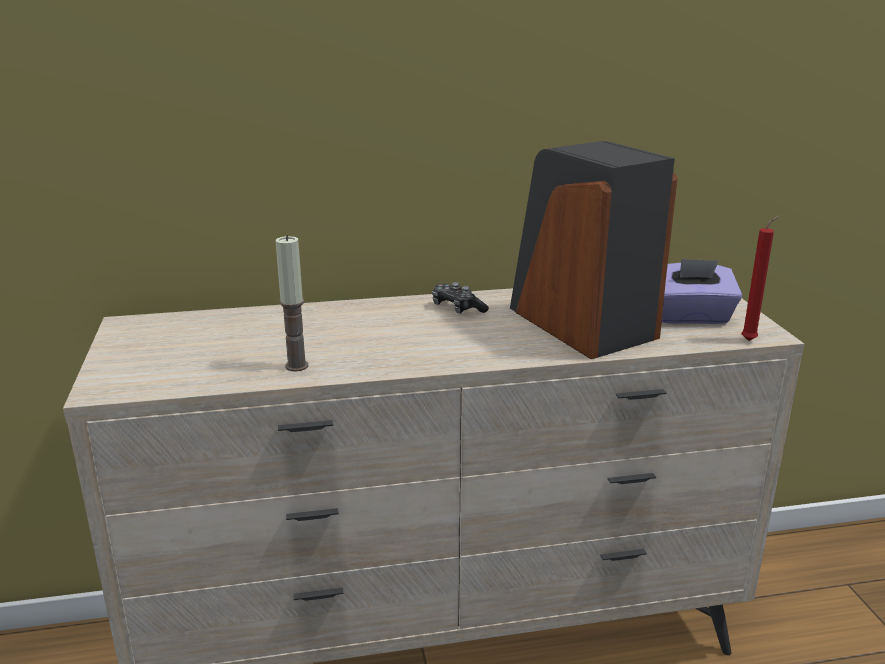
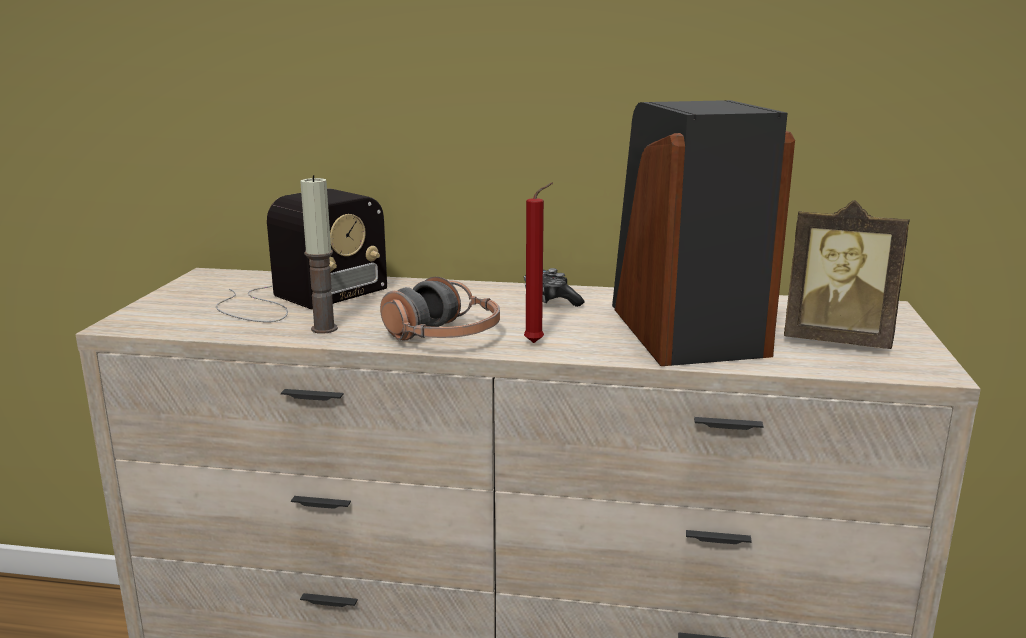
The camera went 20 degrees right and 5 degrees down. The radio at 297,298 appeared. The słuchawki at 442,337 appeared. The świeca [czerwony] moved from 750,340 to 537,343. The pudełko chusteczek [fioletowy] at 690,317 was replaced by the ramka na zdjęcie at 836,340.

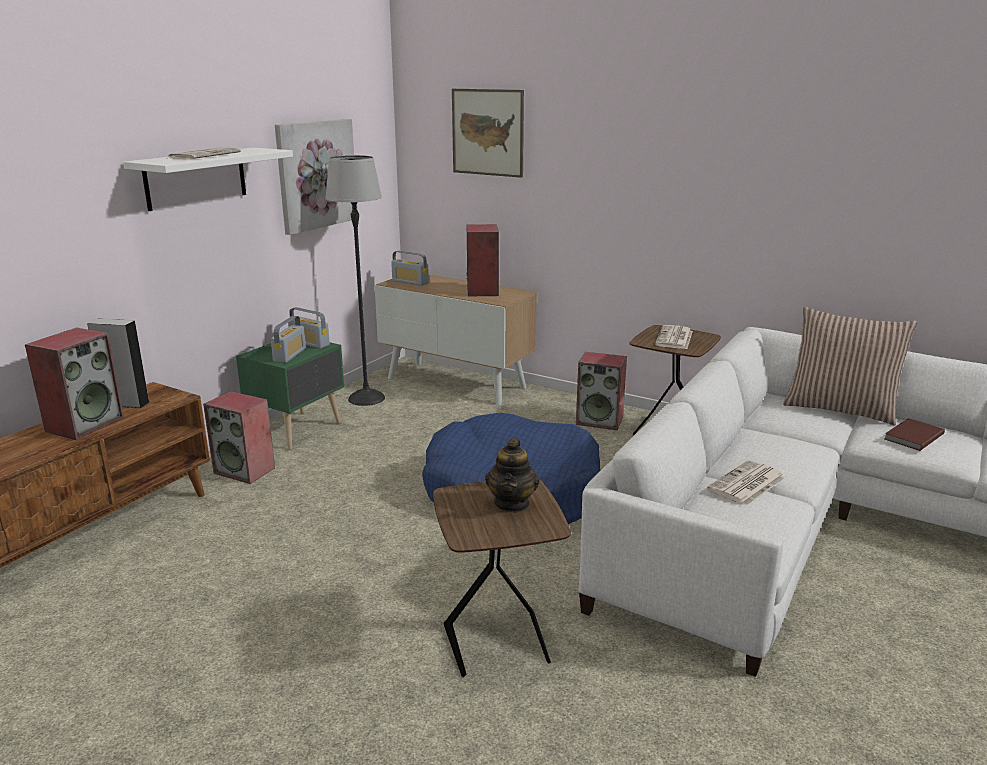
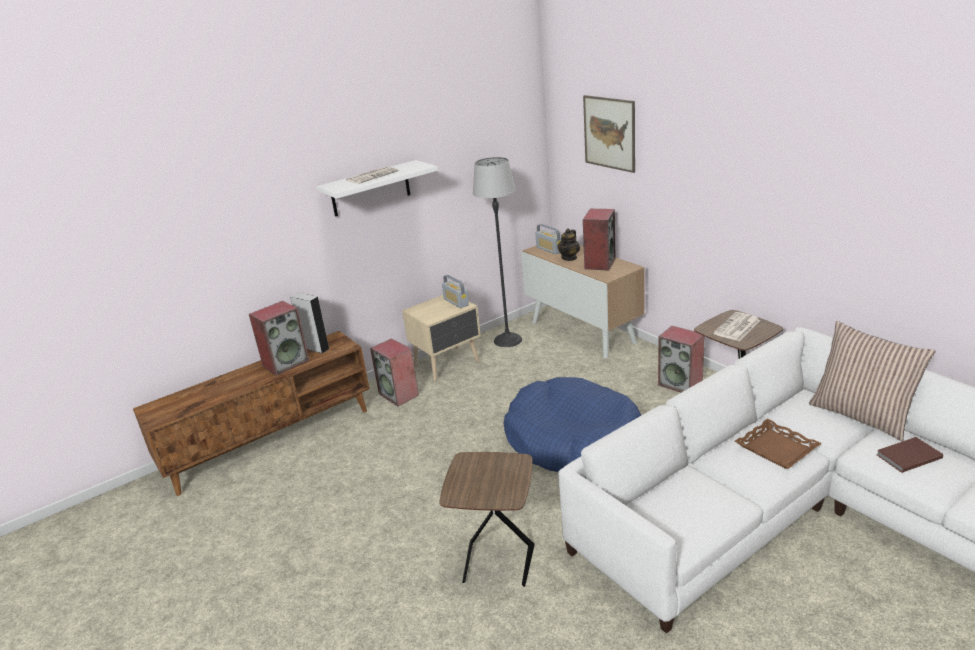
The camera went 25 degrees right and 5 degrees up. The radio at 290,355 disappeared. The obraz at 316,175 disappeared. The gazeta at 746,484 disappeared. The taca [brązowy] at 777,448 appeared. The imbryk moved from 512,503 to 569,258. The szafka nocna [zielony] at 298,430 became the szafka nocna [beżowy] at 448,364.

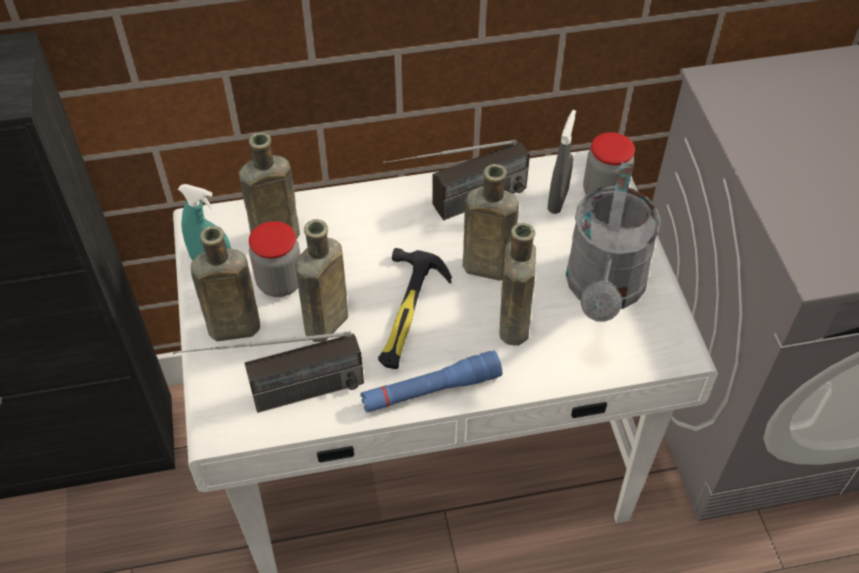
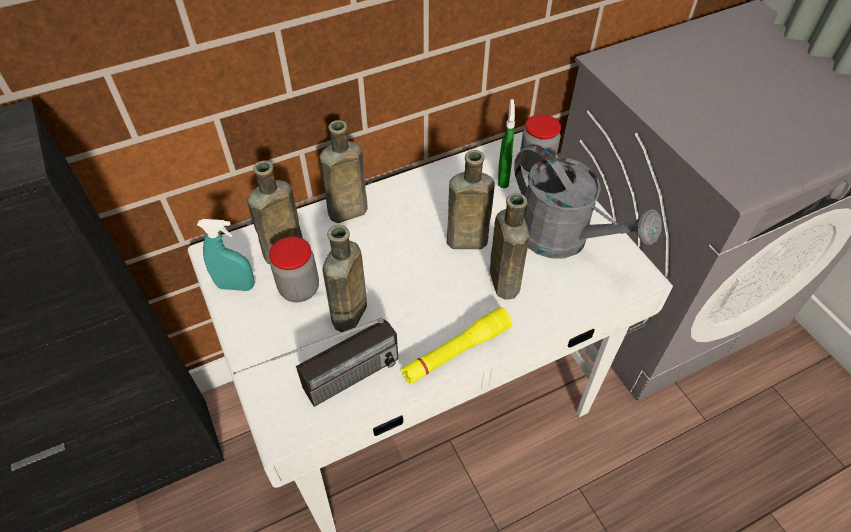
The camera went 15 degrees left and 0 degrees up. The młotek at 408,312 disappeared. The radio at 458,207 disappeared. The butelka [brązowy] moved from 230,328 to 345,213. The latarka [niebieski] at 431,390 became the latarka [żółty] at 456,351. The spryskiwacz [szary] at 557,200 became the spryskiwacz [zielony] at 503,177. The konewka [szary] at 604,290 turned 45 degrees counterclockwise.

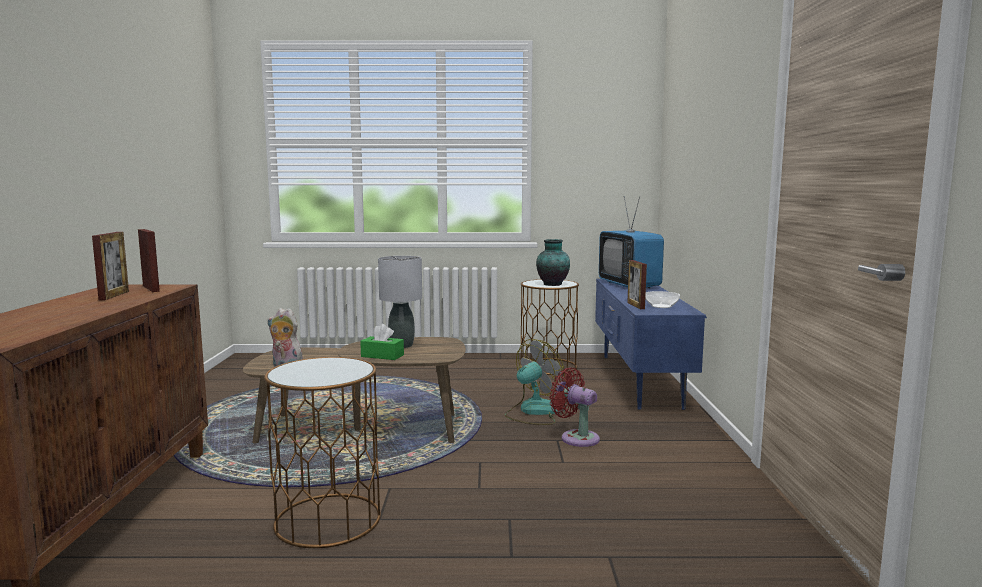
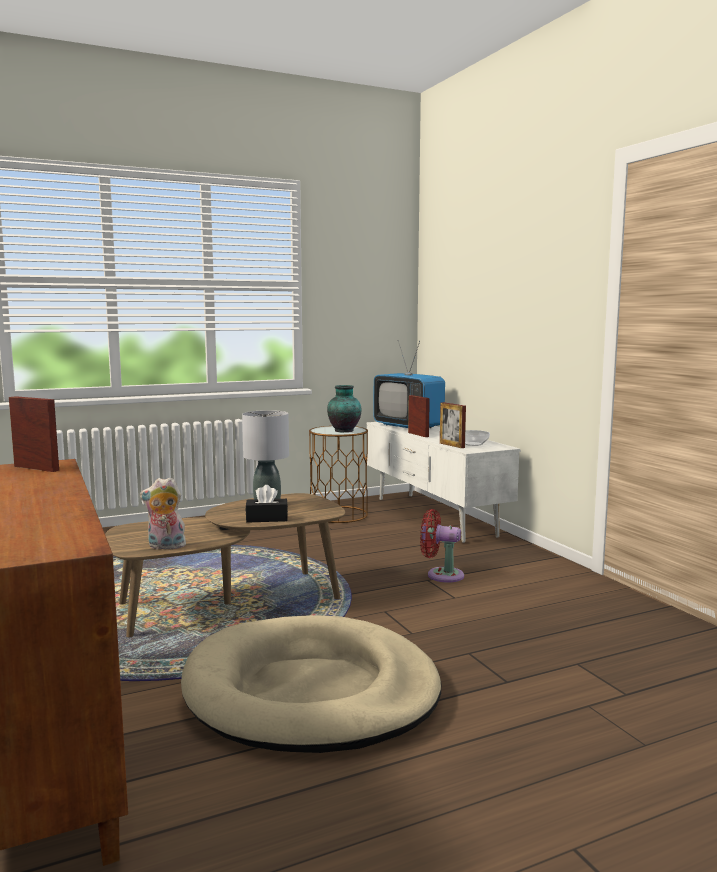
The camera went 25 degrees left and 0 degrees up. The wentylator at 534,412 disappeared. The ramka na zdjęcie moved from 114,295 to 418,434. The stolik [brązowy] at 328,520 was replaced by the legowisko [beżowy] at 311,691. The pudełko chusteczek [zielony] at 382,356 became the pudełko chusteczek [czarny] at 267,519. The szafka pod telewizor [niebieski] at 638,380 became the szafka pod telewizor [biały] at 433,517.

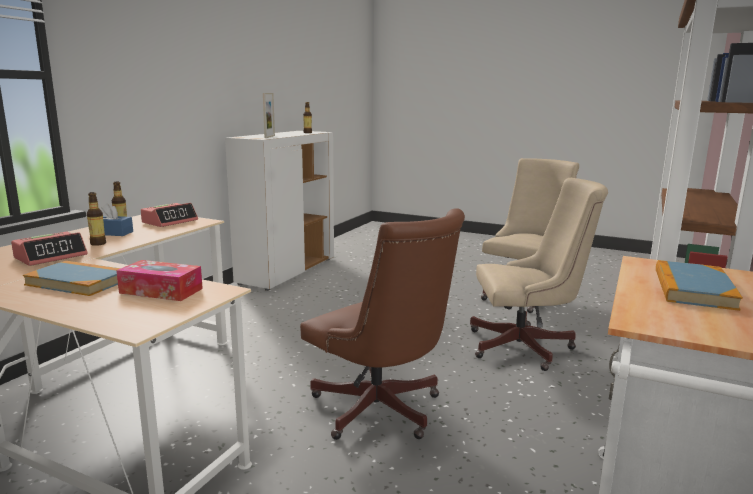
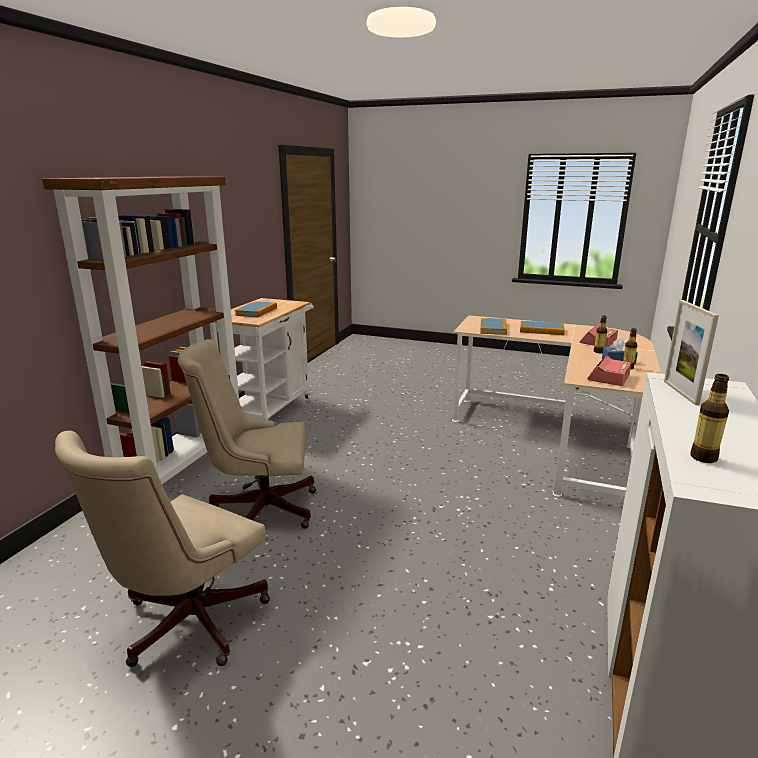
The camera went 175 degrees right and 5 degrees up. The krzesło biurowe [brązowy] at 381,412 disappeared. The pudełko chusteczek at 161,291 was replaced by the książka at 493,328.

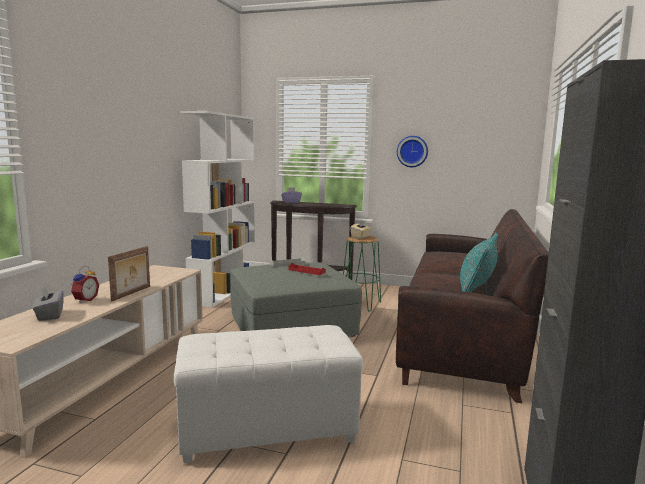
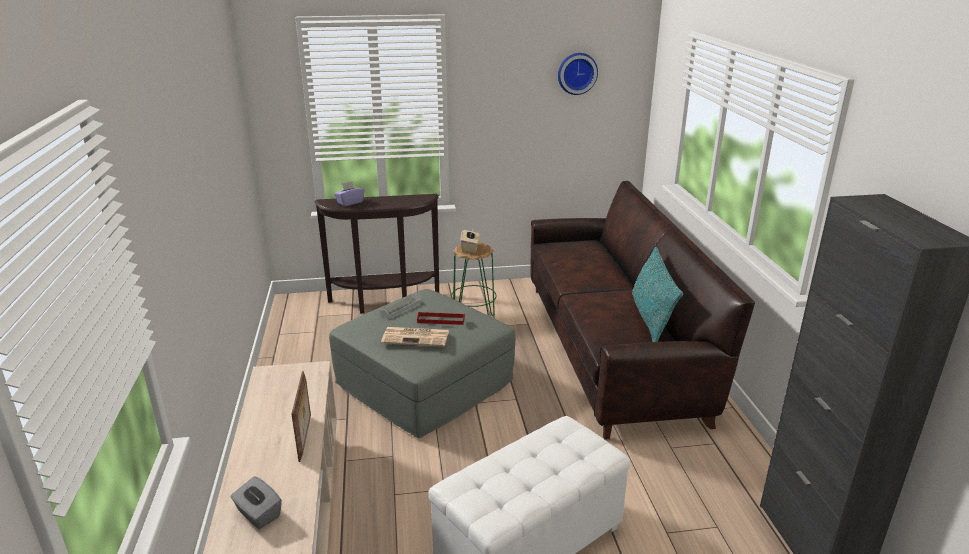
The camera went 25 degrees left and 15 degrees up. The budzik at 84,300 disappeared. The regał [biały] at 223,291 disappeared. The gazeta at 416,337 appeared. The zegar ścienny moved from 412,151 to 576,73.

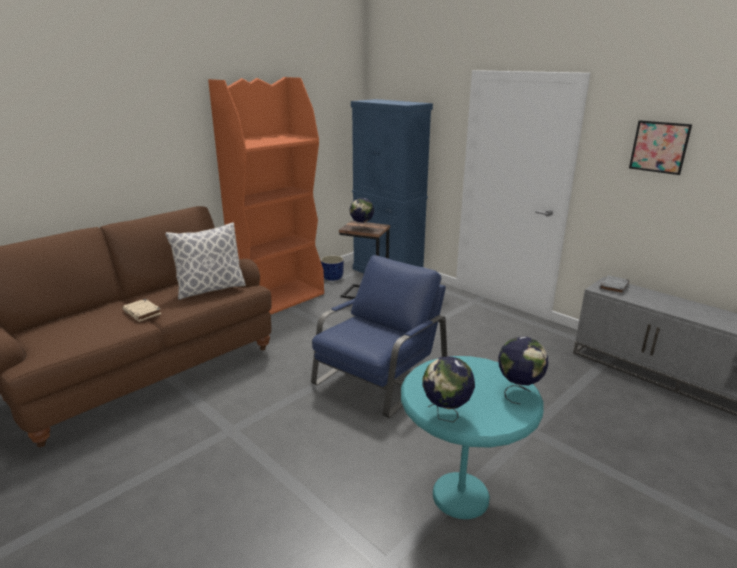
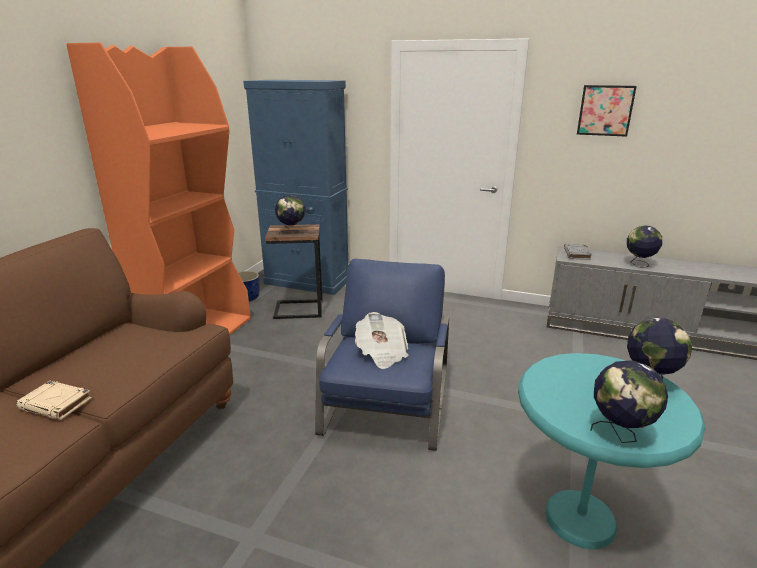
The camera went 25 degrees left and 0 degrees up. The poduszka at 210,289 disappeared. The gazeta at 381,353 appeared. The globus at 639,264 appeared.

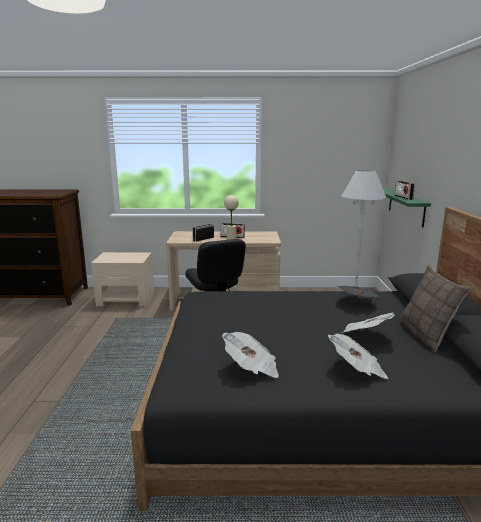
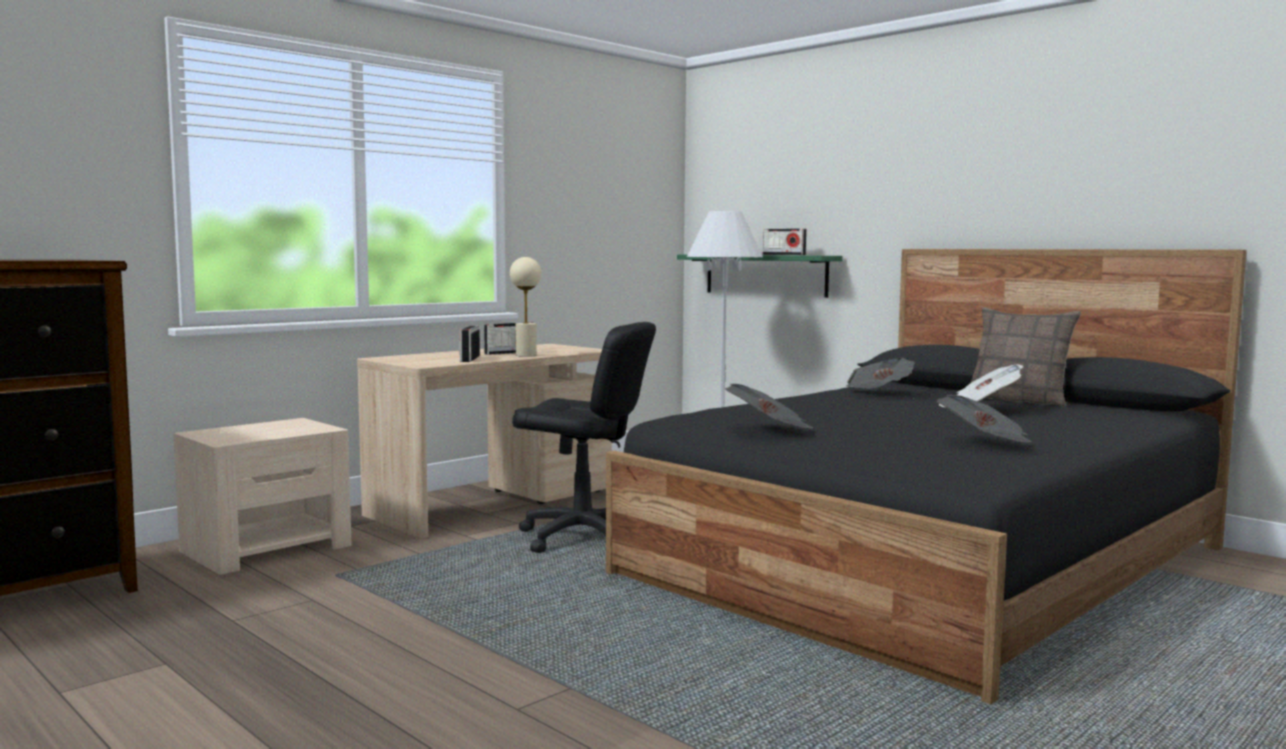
The camera went 45 degrees left and 10 degrees down. The gazeta moved from 357,369 to 770,430.

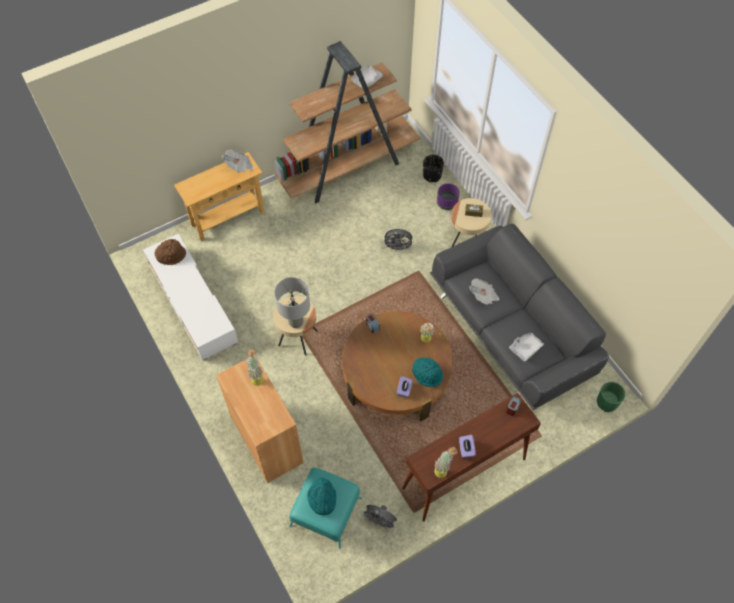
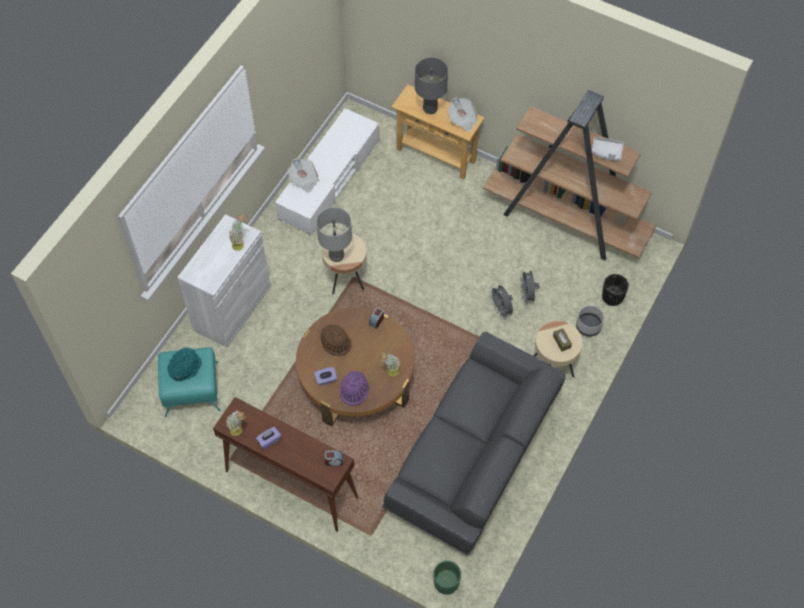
The camera went 60 degrees right and 0 degrees up. The taca [szary] at 525,348 disappeared. The lampa stołowa [szary] at 430,109 appeared. The kapelusz [brązowy] moved from 171,255 to 336,342. The wentylator [szary] moved from 380,521 to 527,295. The gazeta moved from 483,296 to 304,180. The szafka [brązowy] at 266,439 became the szafka [biały] at 232,308. The kapelusz [turkusowy] at 427,374 became the kapelusz [fioletowy] at 354,391. The donica [fioletowy] at 447,202 became the donica [szary] at 588,327.

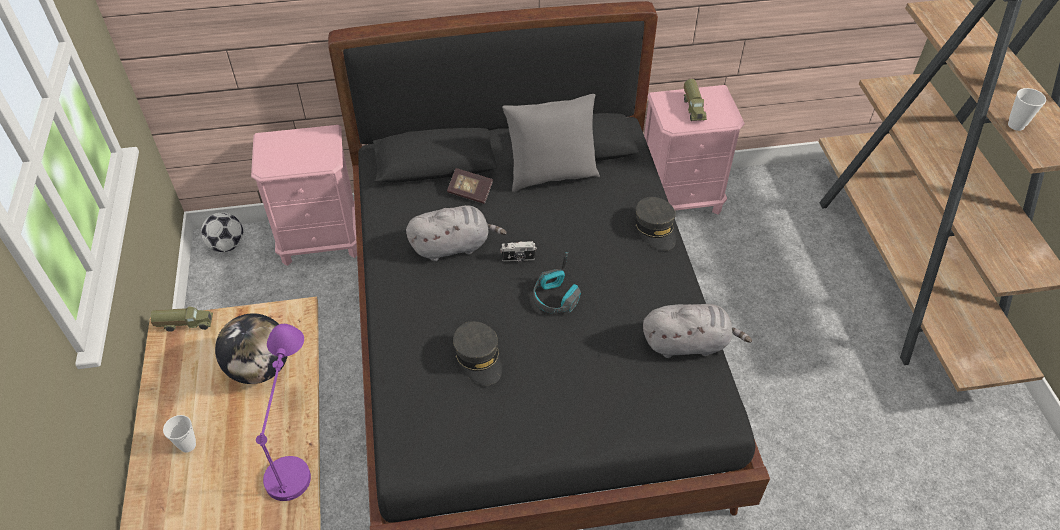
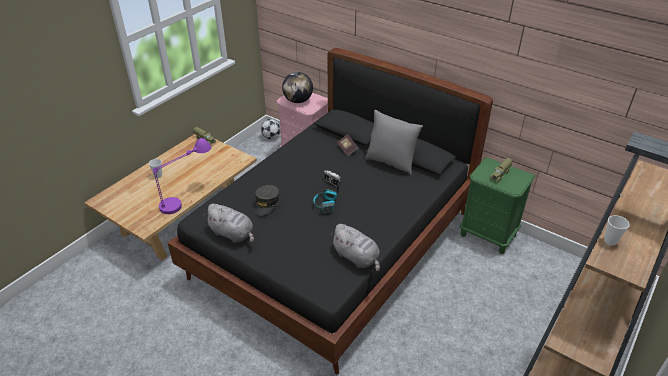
The camera went 45 degrees right and 10 degrees down. The czapka z daszkiem [szary] at 655,229 disappeared. The globus moved from 260,368 to 298,101. The pluszak [szary] moved from 453,246 to 233,234. The szafka nocna [różowy] at 680,199 became the szafka nocna [zielony] at 488,235.

